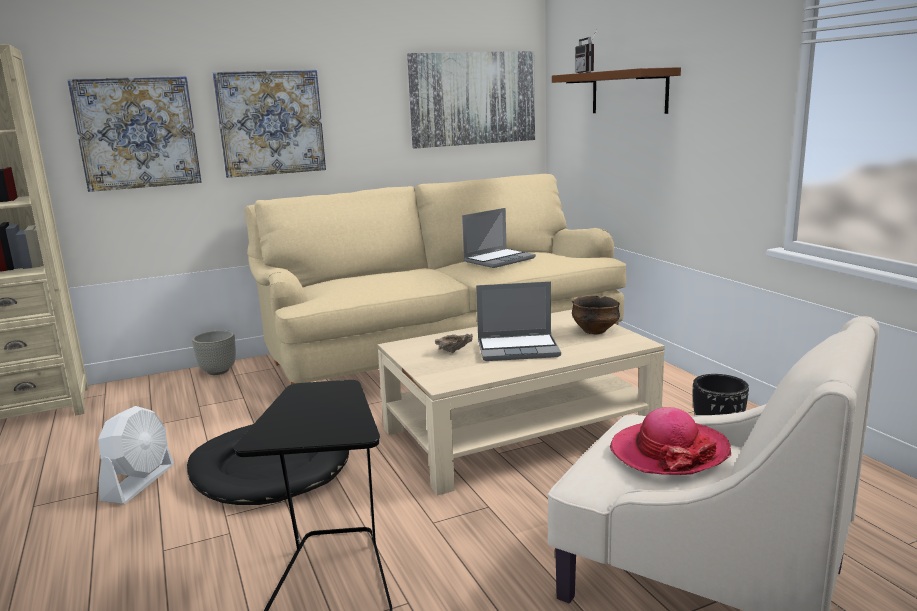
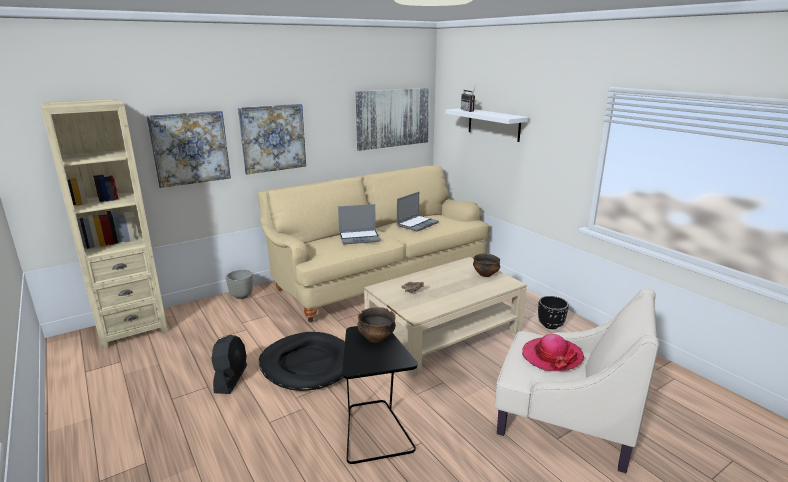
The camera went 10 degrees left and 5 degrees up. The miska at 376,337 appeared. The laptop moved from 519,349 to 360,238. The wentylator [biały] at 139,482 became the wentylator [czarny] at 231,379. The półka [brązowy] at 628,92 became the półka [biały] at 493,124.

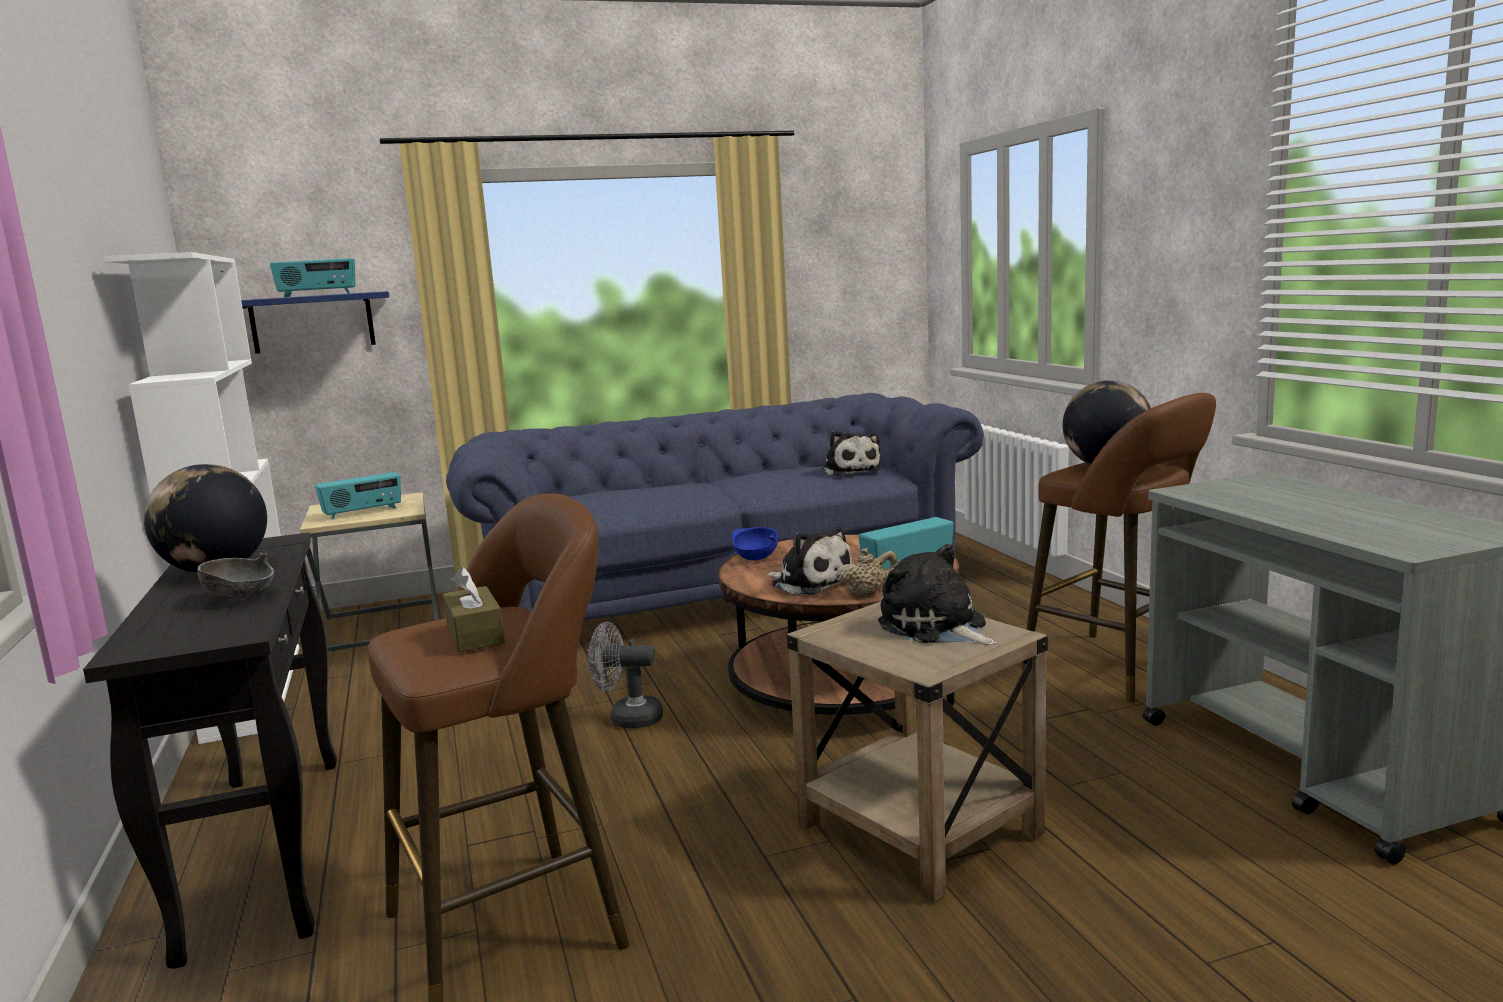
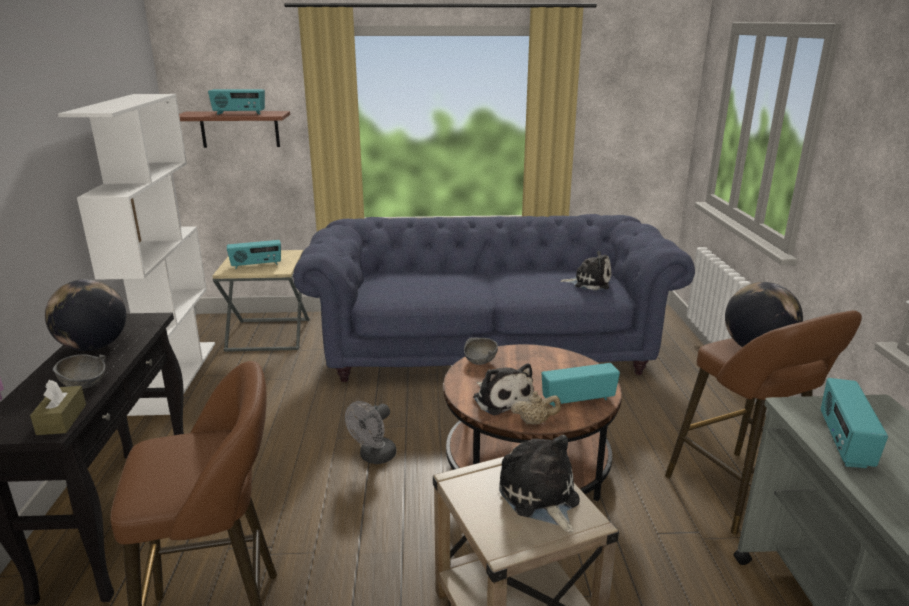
The camera went 15 degrees right and 10 degrees up. The radio at 843,443 appeared. The pudełko chusteczek [brązowy] moved from 475,635 to 62,419. The półka [niebieski] at 312,322 became the półka [brązowy] at 240,129. The miska [niebieski] at 756,558 became the miska [szary] at 480,361. The wentylator [szary] at 627,718 turned 75 degrees counterclockwise. The pluszak at 850,470 turned 75 degrees counterclockwise.

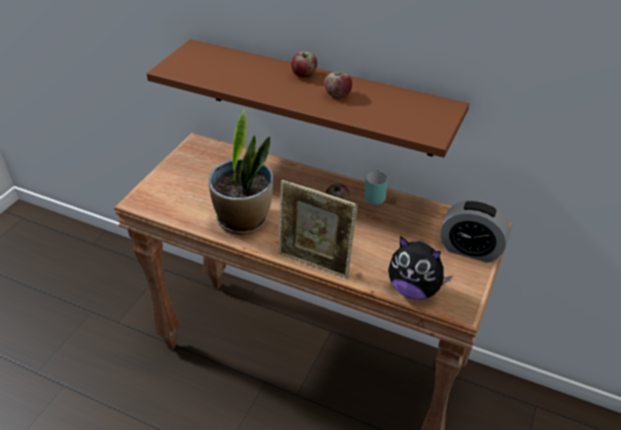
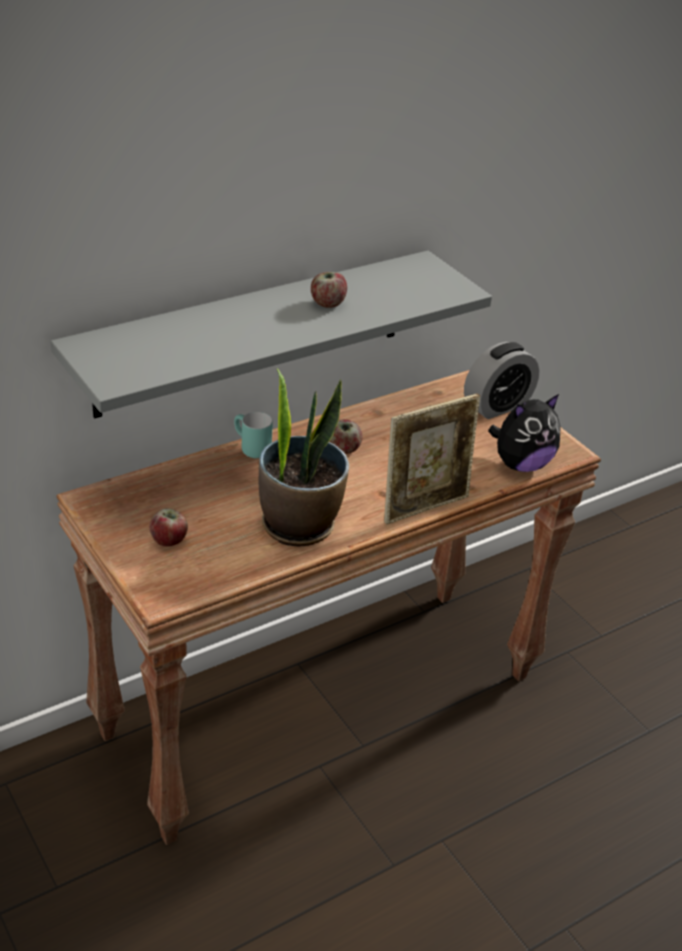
The camera went 60 degrees left and 5 degrees down. The jabłko moved from 304,75 to 169,540. The kubek [turkusowy] moved from 373,195 to 249,449. The półka [brązowy] at 319,98 became the półka [szary] at 253,333.

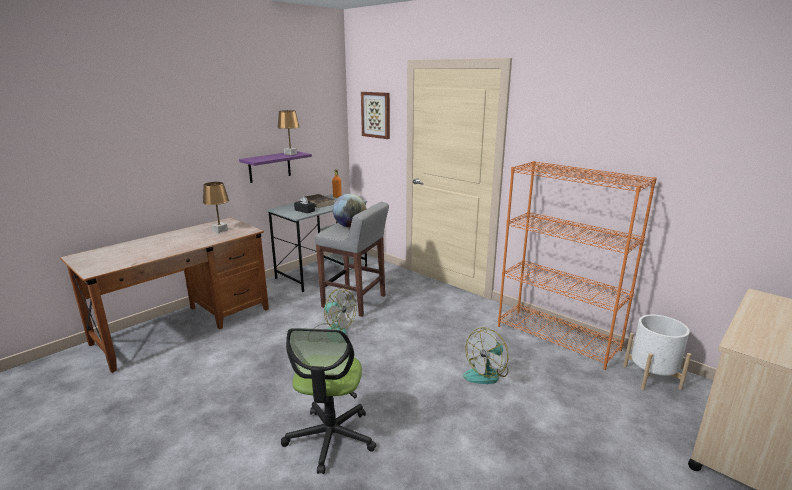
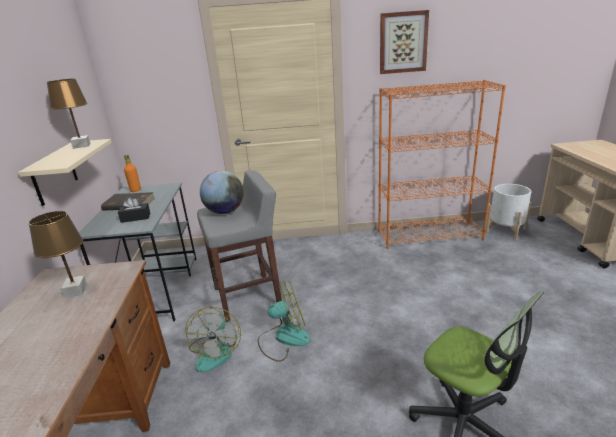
The camera went 45 degrees left and 5 degrees up. The obraz moved from 376,115 to 403,42. The wentylator moved from 487,373 to 216,352. The półka [fioletowy] at 269,167 became the półka [beżowy] at 54,173.

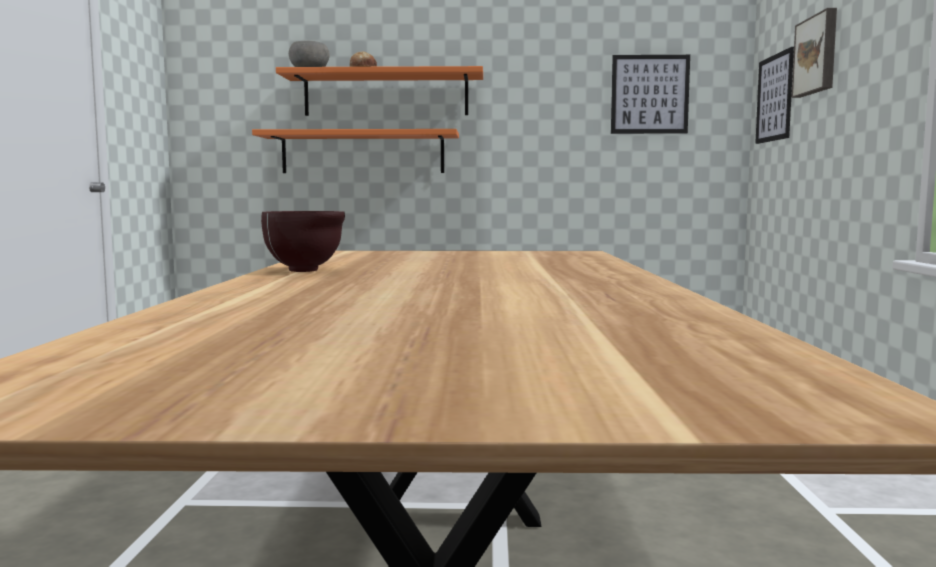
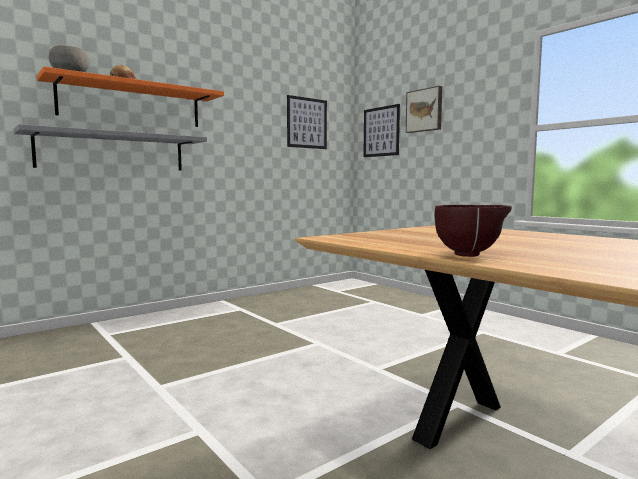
The camera went 40 degrees left and 0 degrees up. The półka [pomarańczowy] at 363,153 became the półka [szary] at 113,152.

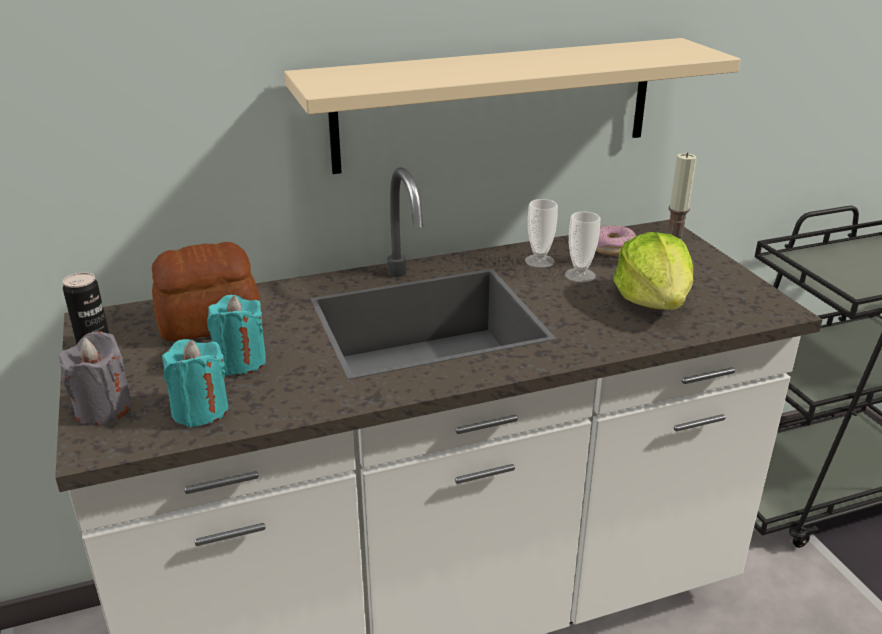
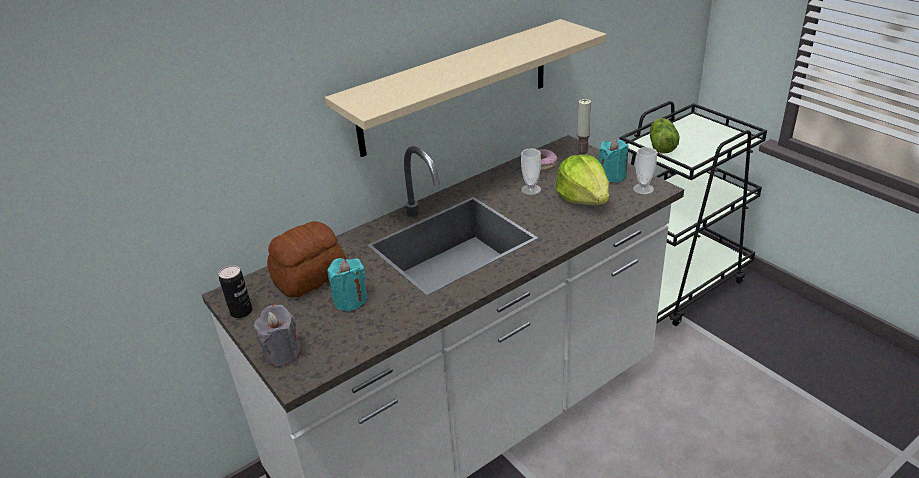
The camera went 15 degrees left and 5 degrees up. The sałata at 661,145 appeared. The świeca [turkusowy] moved from 200,410 to 612,176. The filiżanka moved from 539,261 to 643,189.

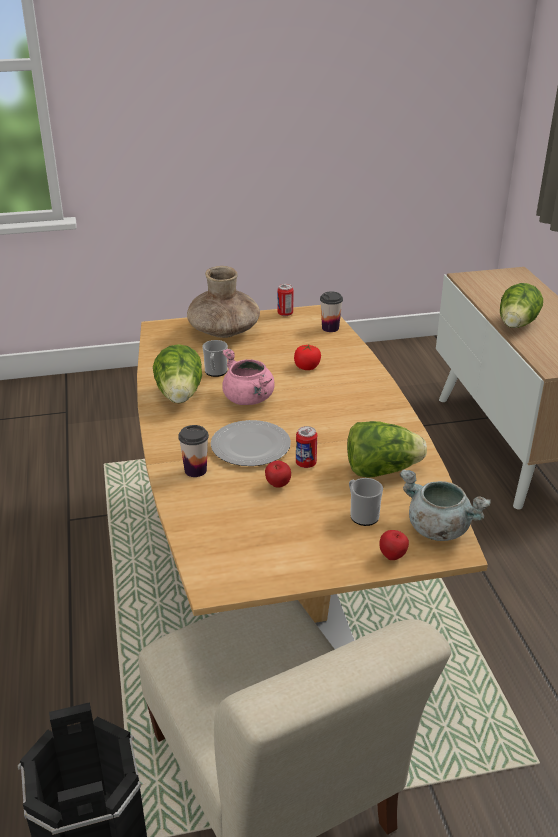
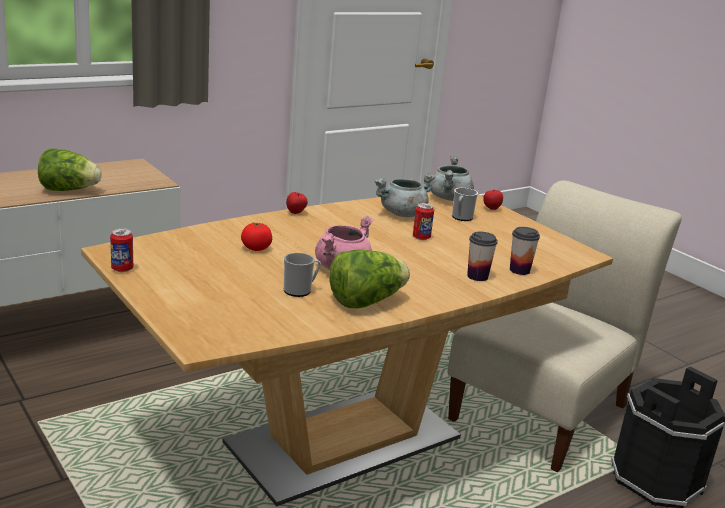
The camera went 115 degrees left and 10 degrees down. The wazon [brązowy] at 224,331 disappeared. The talerz at 251,446 disappeared. The jabłko moved from 277,486 to 296,213. The filiżanka moved from 330,328 to 519,270. The sałata at 381,470 was replaced by the garnek [szary] at 402,214.

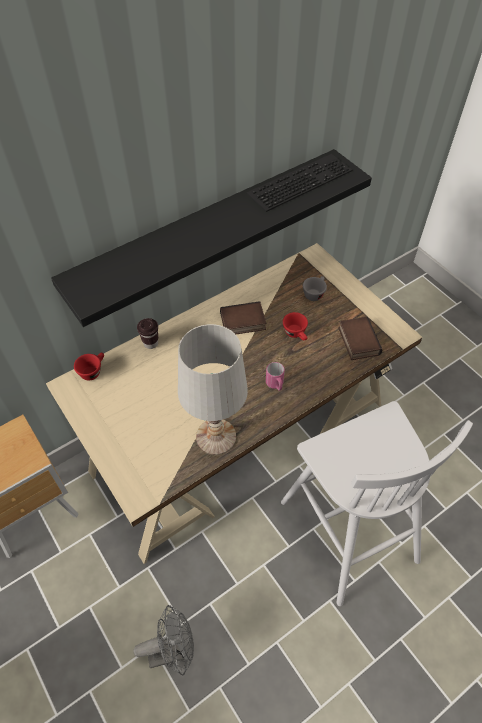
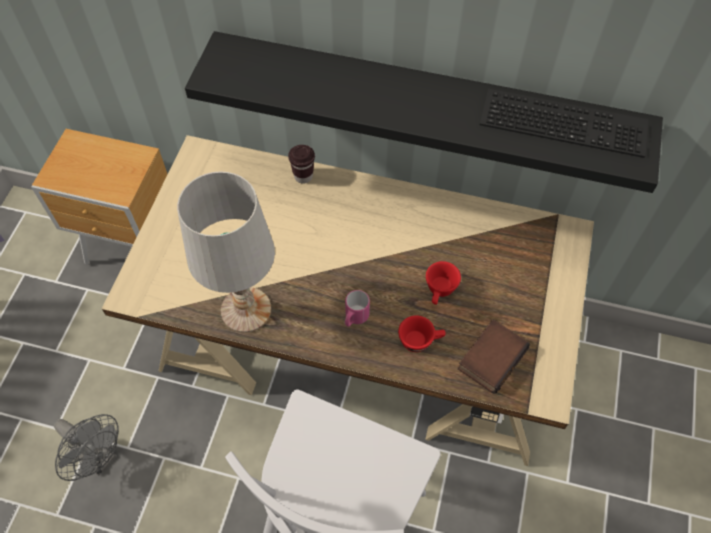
The camera went 50 degrees right and 5 degrees up. The książka at 242,322 disappeared. The filiżanka [szary] at 314,293 disappeared. The filiżanka [czerwony] moved from 93,370 to 420,340.

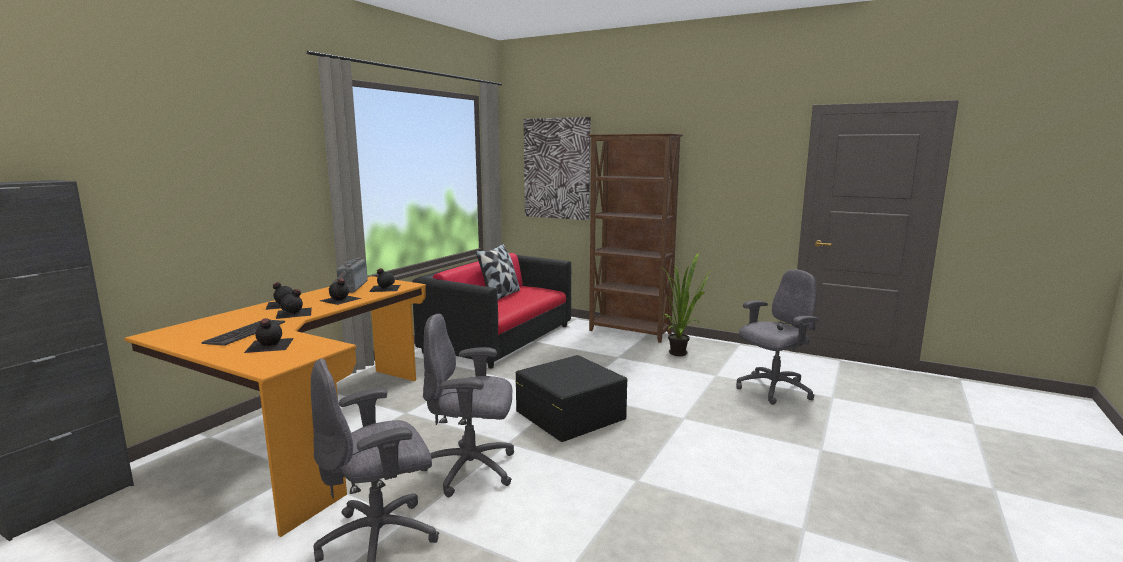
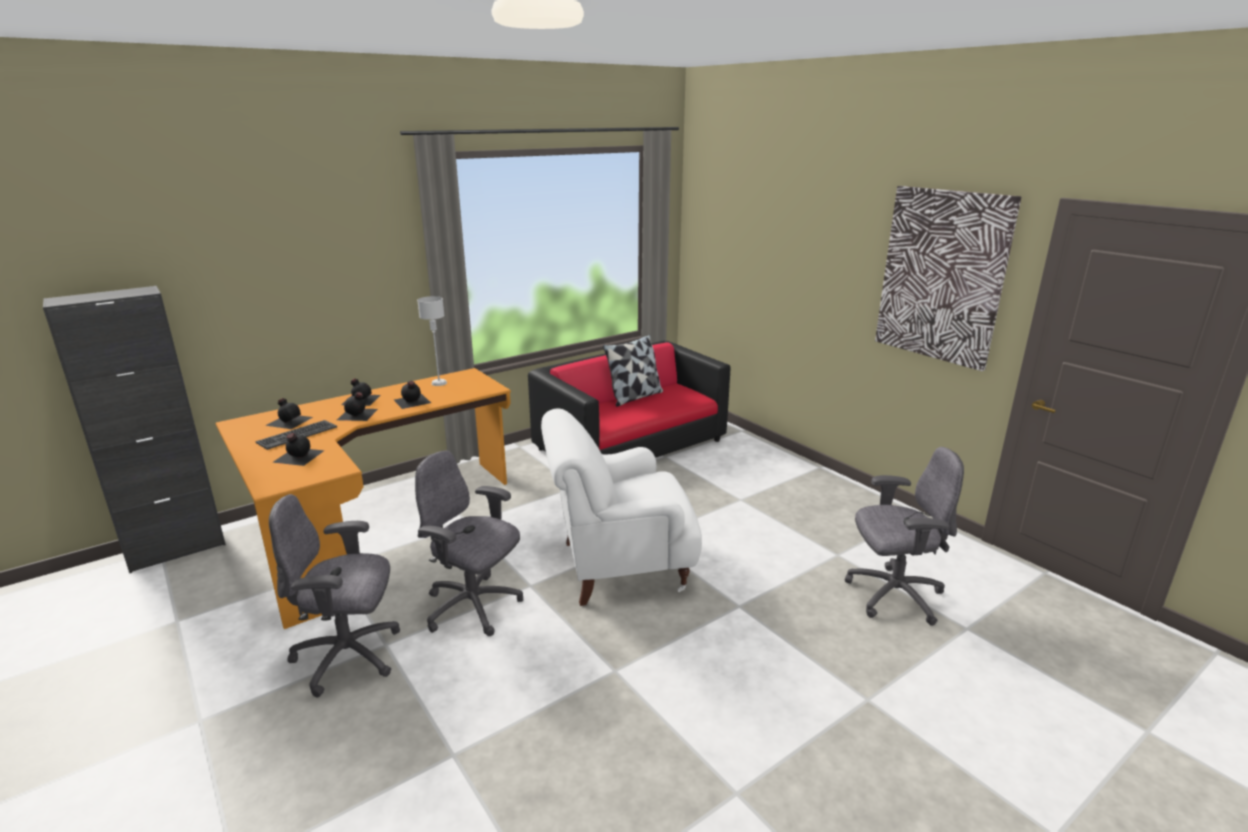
The camera went 25 degrees right and 10 degrees up. The regał [brązowy] at 630,332 disappeared. The roślina doniczkowa at 681,353 disappeared. The butelka [czarny] moved from 384,288 to 289,421. The obraz moved from 557,168 to 942,276. The radio at 350,287 was replaced by the lampa stołowa [szary] at 439,383. The pojemnik do przechowywania [czarny] at 570,414 was replaced by the fotel [biały] at 619,566.

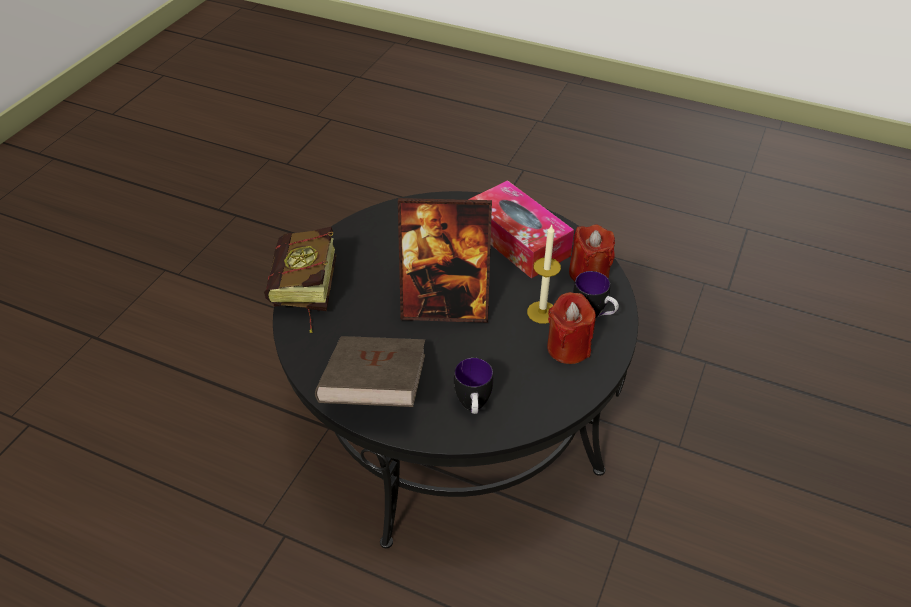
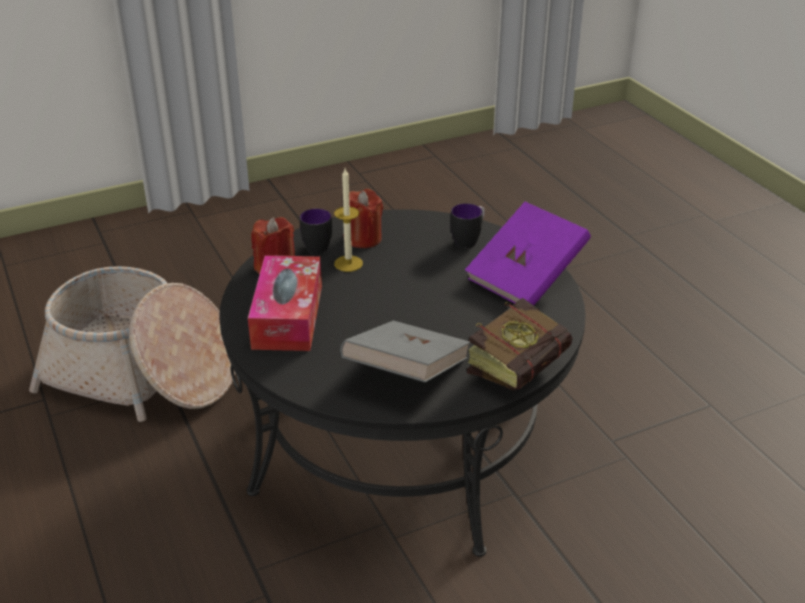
The camera went 140 degrees left and 10 degrees down. The ramka na zdjęcie at 445,306 disappeared. The koszyk at 142,374 appeared. The książka [szary] at 406,373 appeared. The książka [brązowy] at 375,389 became the książka [fioletowy] at 526,278.

